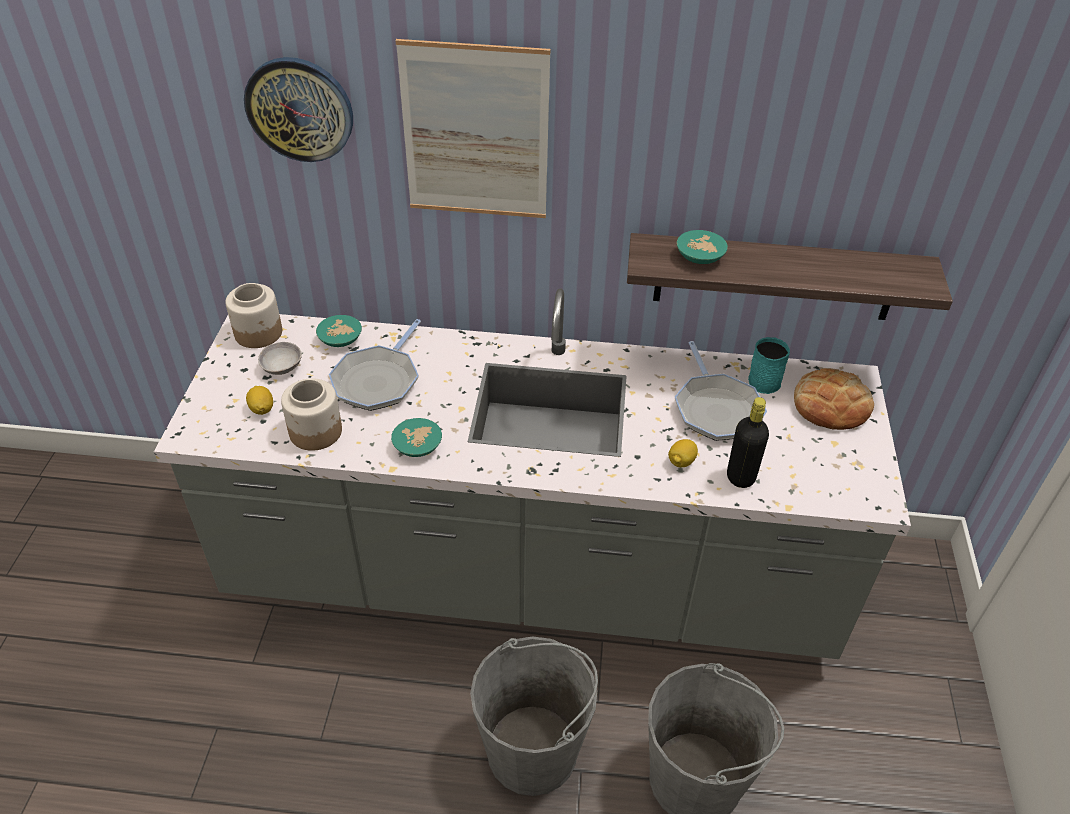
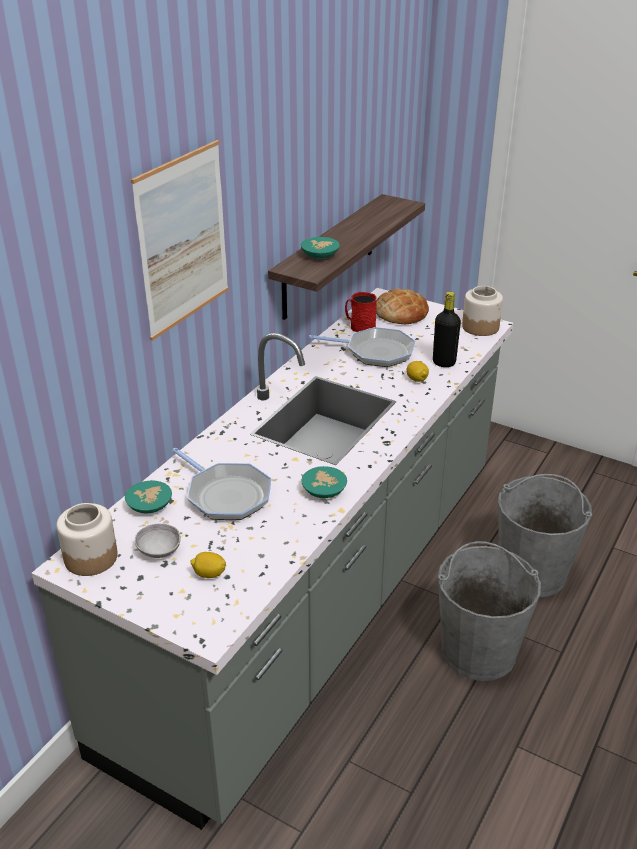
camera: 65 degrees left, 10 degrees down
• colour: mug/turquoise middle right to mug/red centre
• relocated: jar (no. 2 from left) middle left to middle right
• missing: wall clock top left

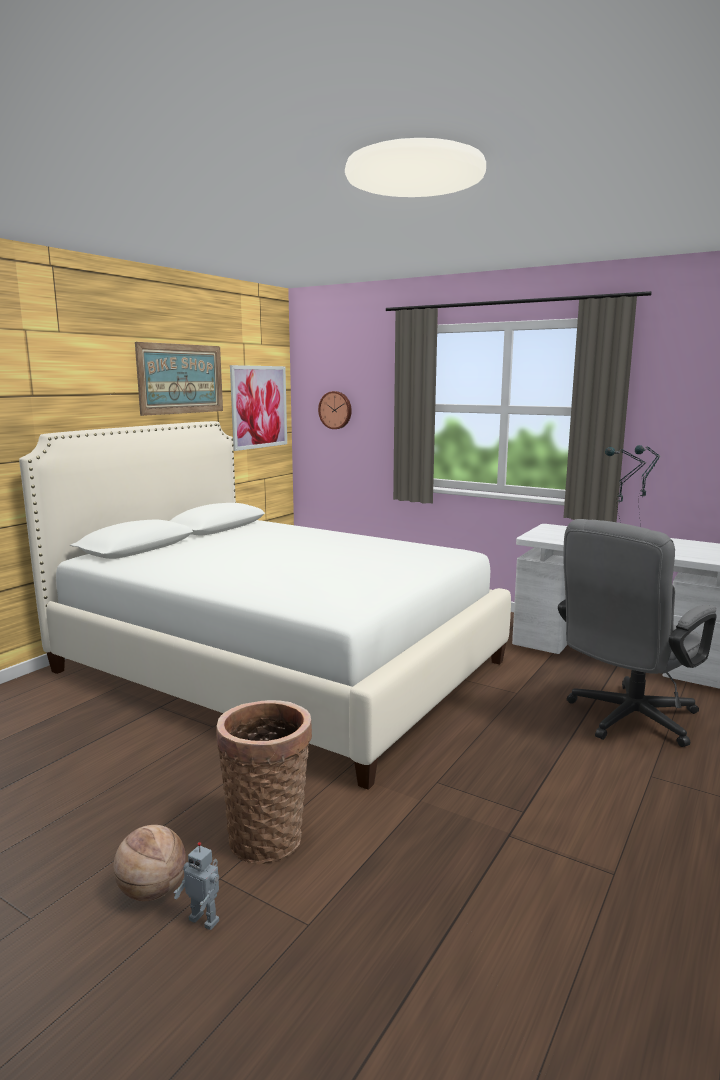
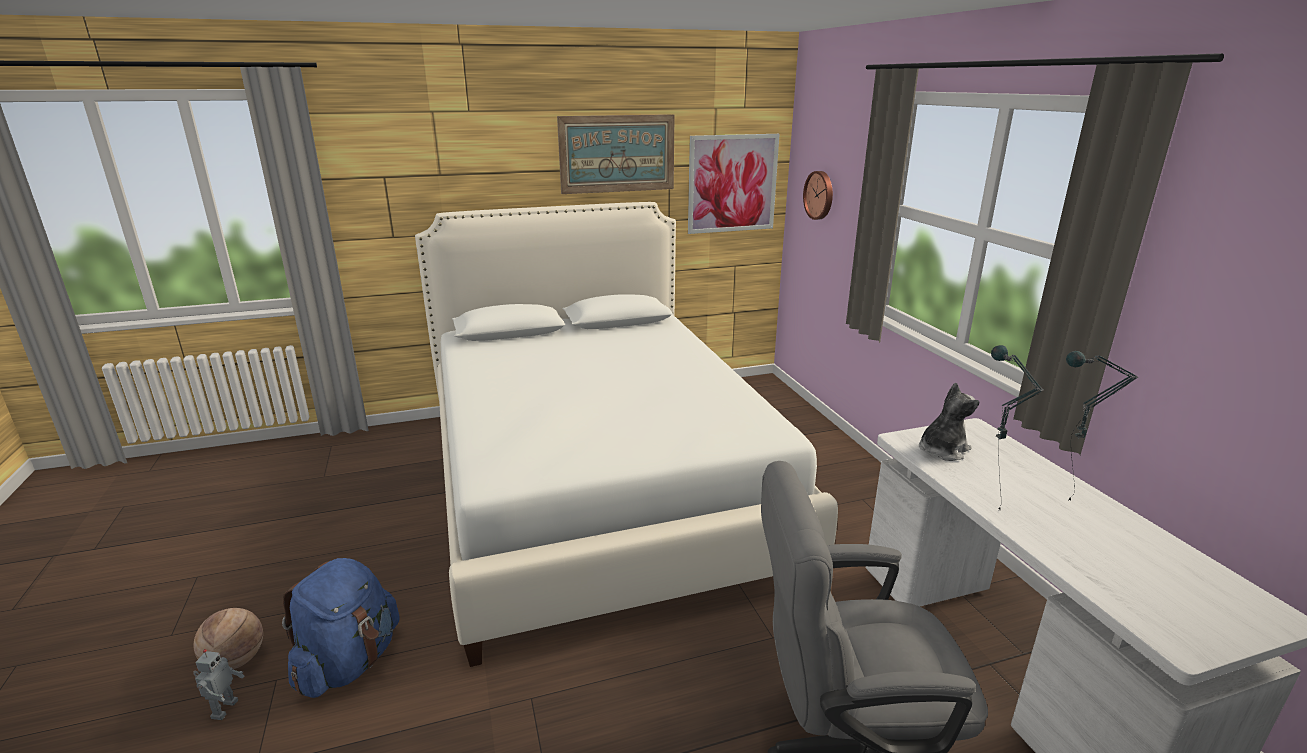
camera: 40 degrees right, 10 degrees up
• spun: toy robot bottom left = bottom left 150 degrees counterclockwise
• exchanged: basket bottom centre to backpack/blue bottom left
• appeared: plush toy middle right

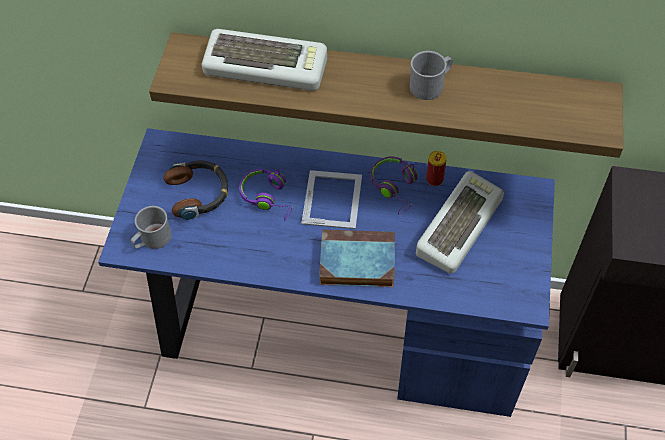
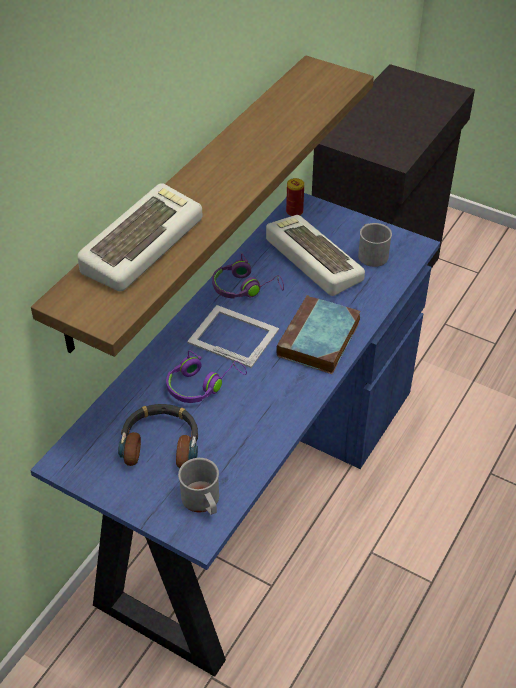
camera: 70 degrees left, 10 degrees down
• relocated: can centre to top centre
• relocated: mug/grey (no. 2 from left) top centre to middle right

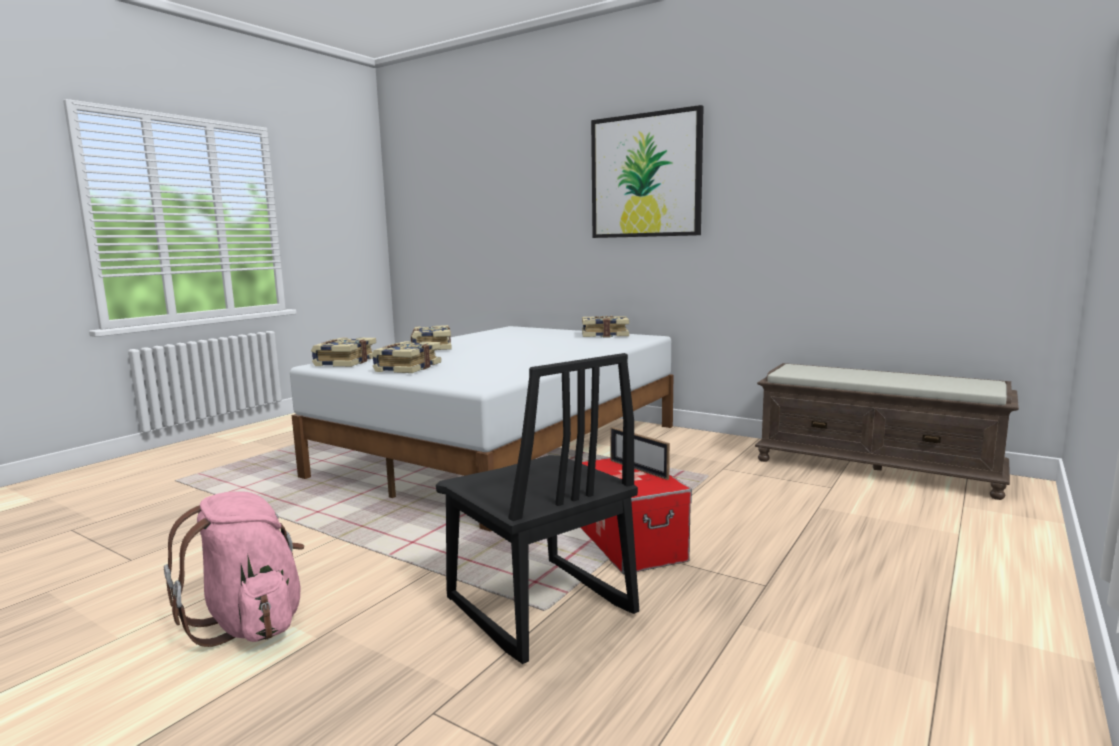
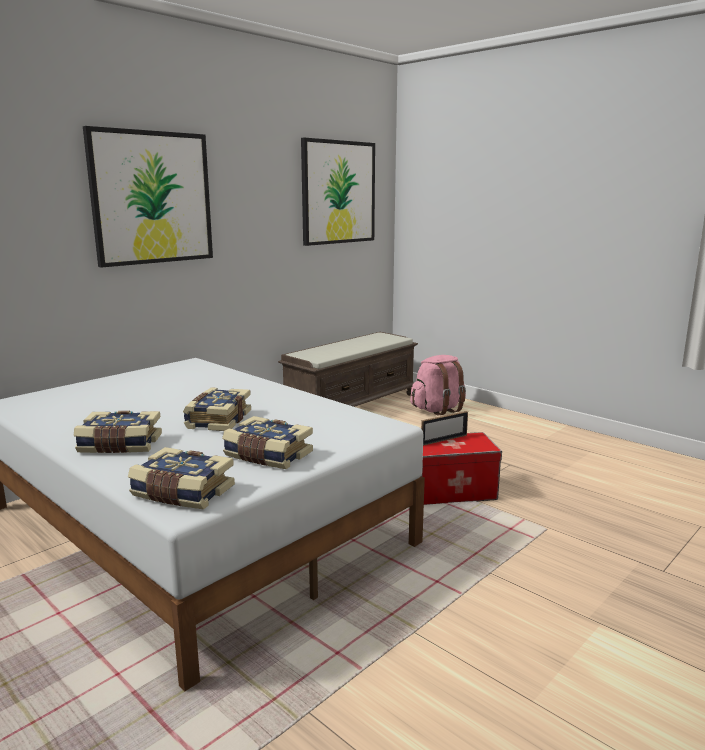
camera: 80 degrees left, 5 degrees up
• relocated: book (no. 4 from left in the first image) centre to book (no. 3 from left) middle left
• appeared: picture (no. 2 from left) top centre
• relocated: backpack/pink bottom left to centre
• missing: chair/black bottom centre

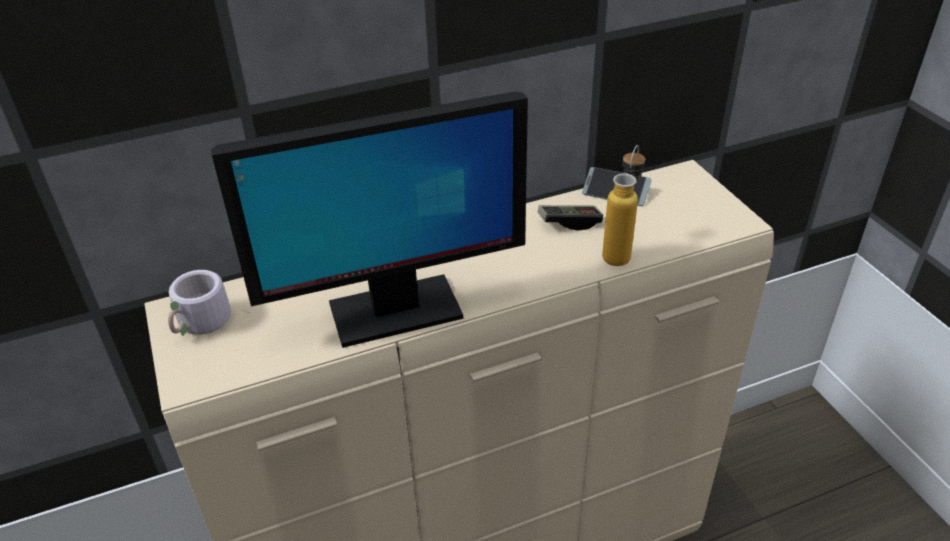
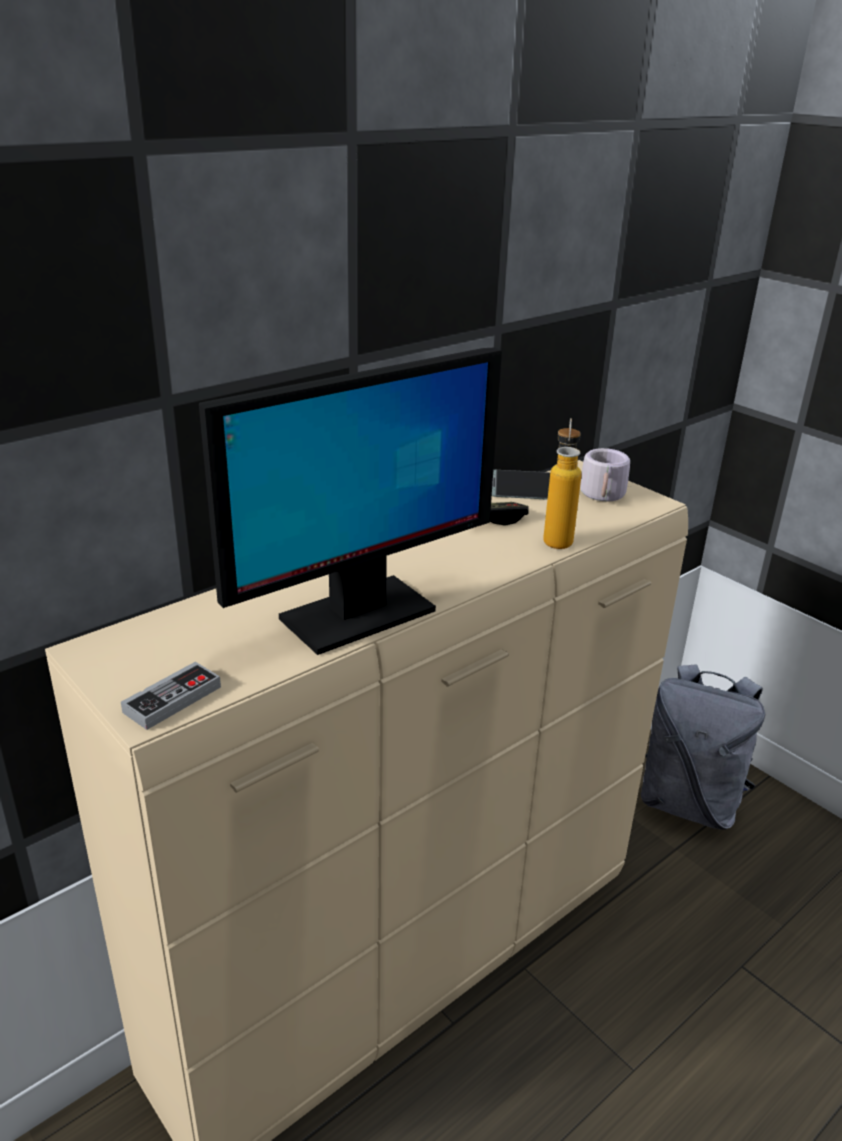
camera: 20 degrees left, 10 degrees down
• appeared: game controller (no. 1 from left) middle left
• relocated: mug/grey middle left to middle right
• appeared: backpack/grey middle right

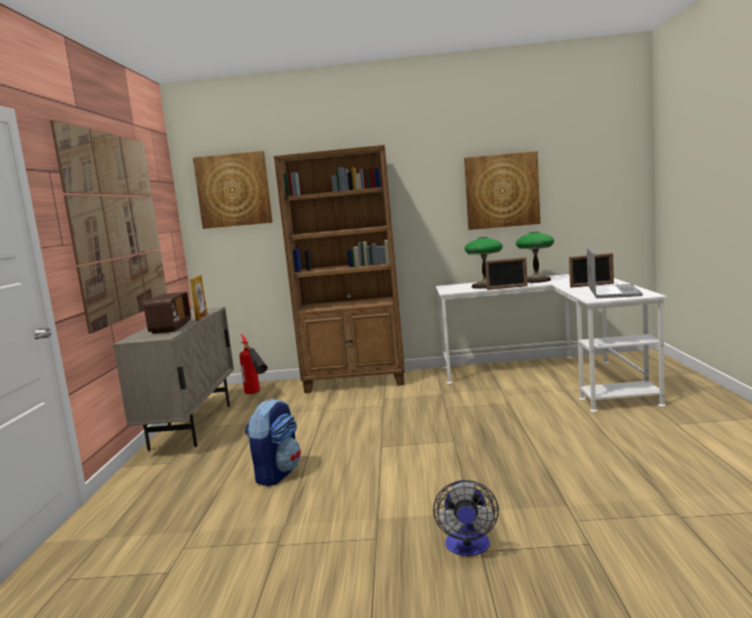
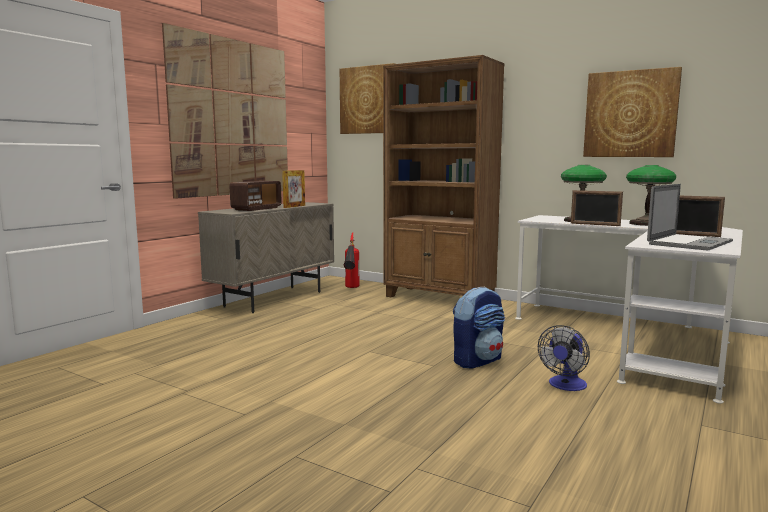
camera: 30 degrees right, 0 degrees up
• relocated: backpack bottom centre to centre
• relocated: fan bottom centre to bottom right

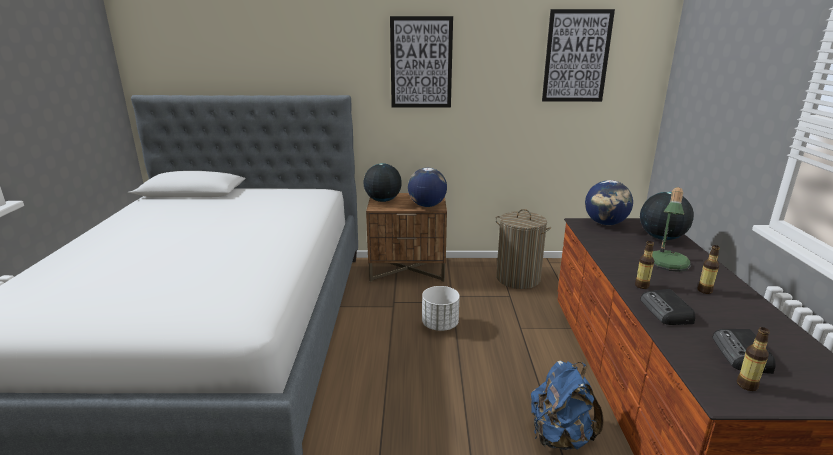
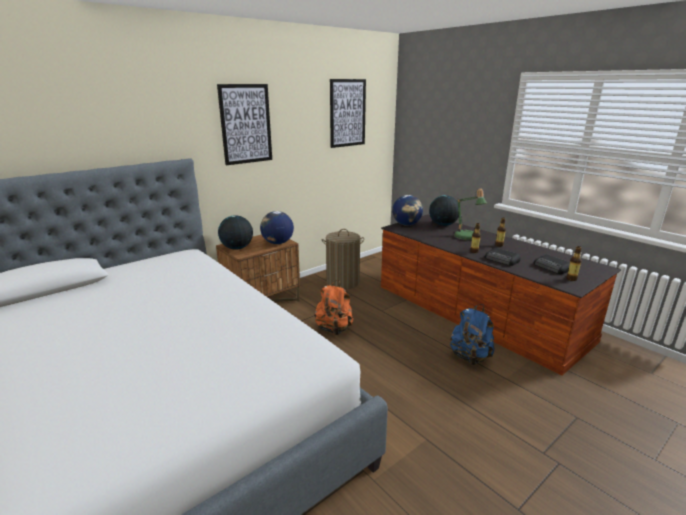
camera: 40 degrees left, 0 degrees up
• exchanged: planter/white bottom centre to backpack/orange centre

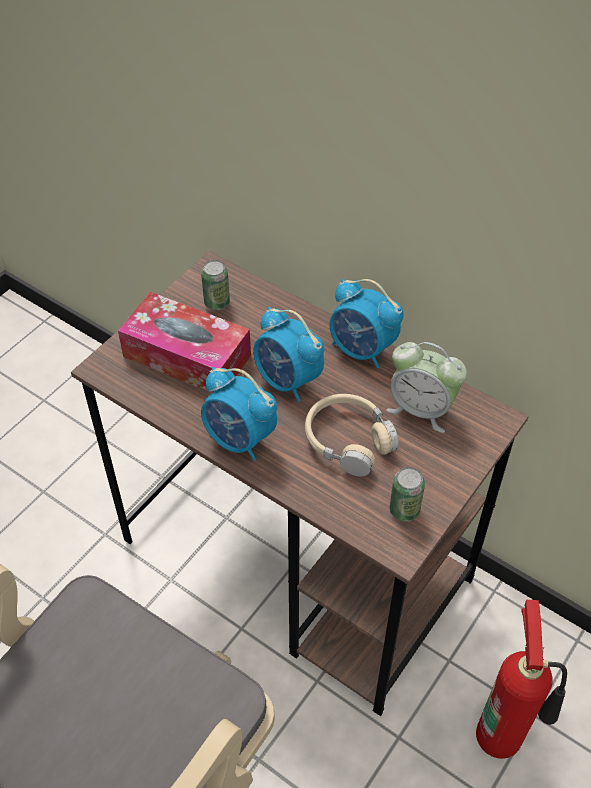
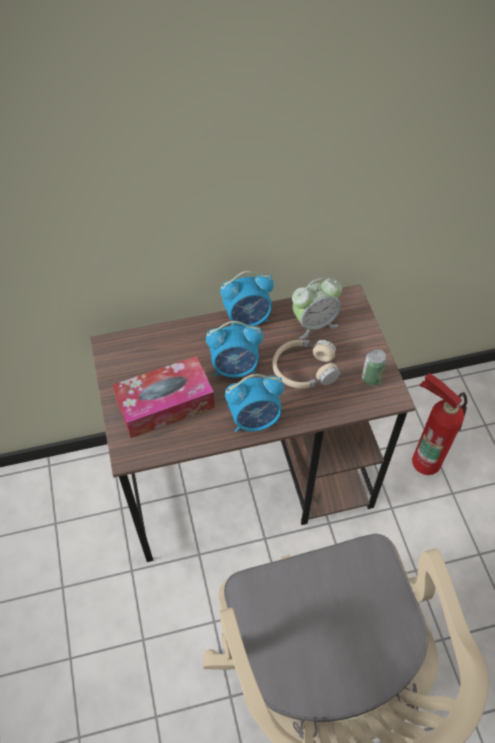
camera: 50 degrees left, 5 degrees up
• missing: can (no. 1 from left) centre

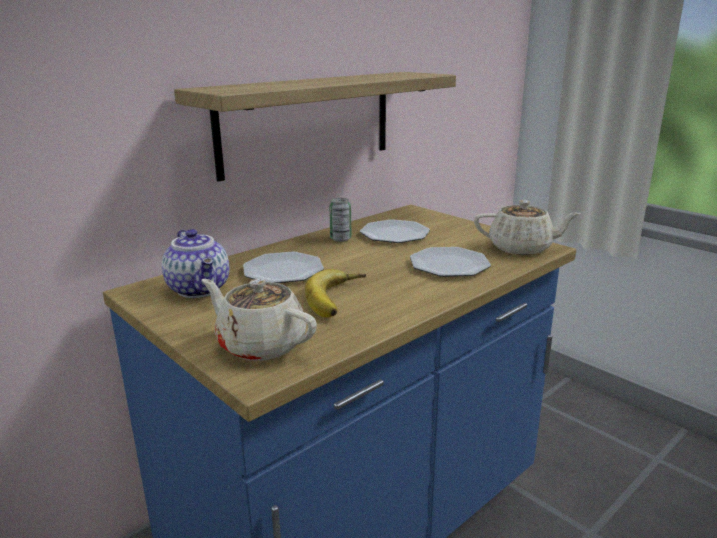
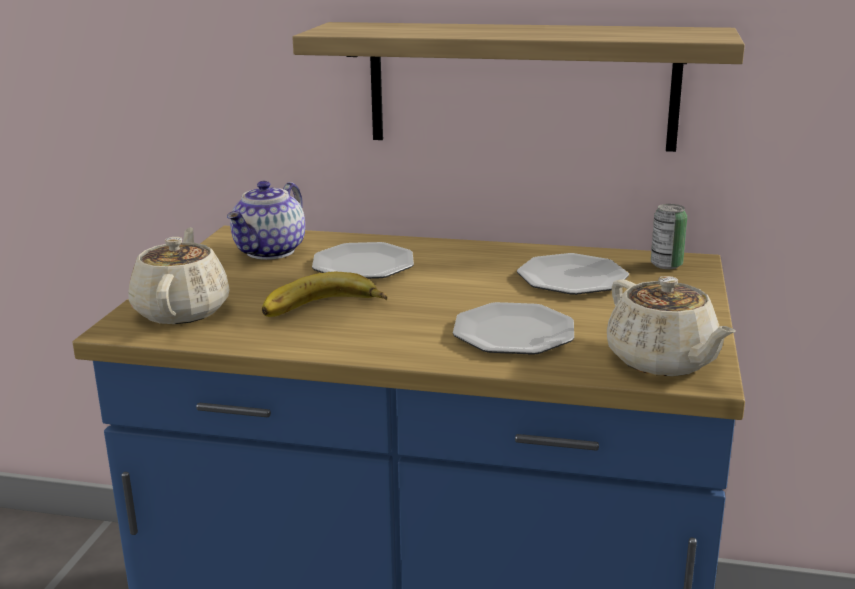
camera: 55 degrees right, 0 degrees up
• relocated: can centre to middle right

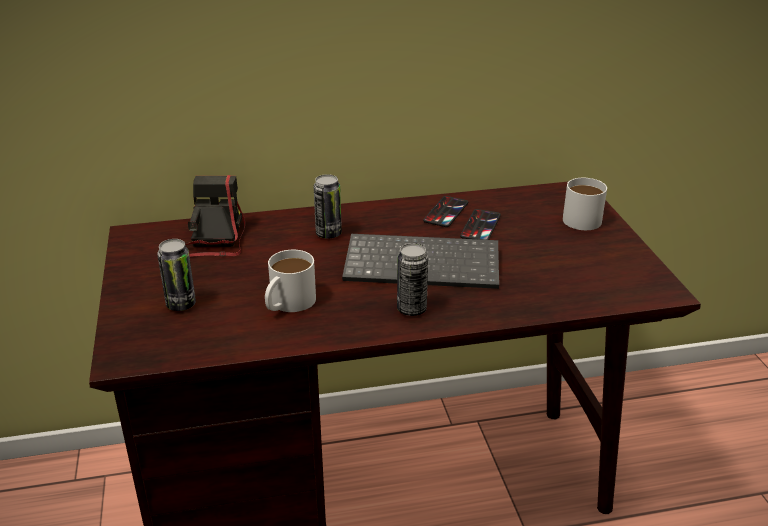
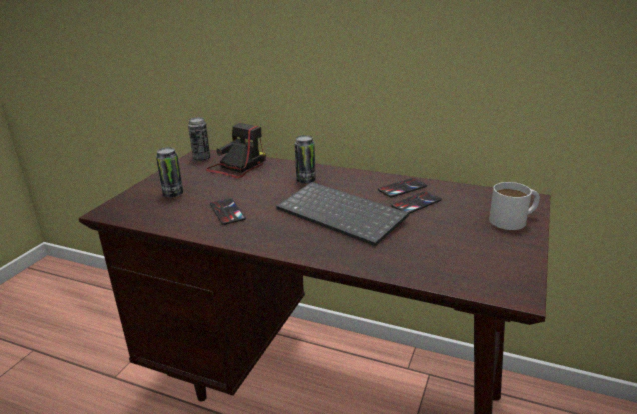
camera: 35 degrees right, 5 degrees down
• relocated: can (no. 3 from left in the first image) centre to can (no. 2 from left) middle left
• exchanged: mug/white (no. 1 from left) centre to phone (no. 1 from left) centre

